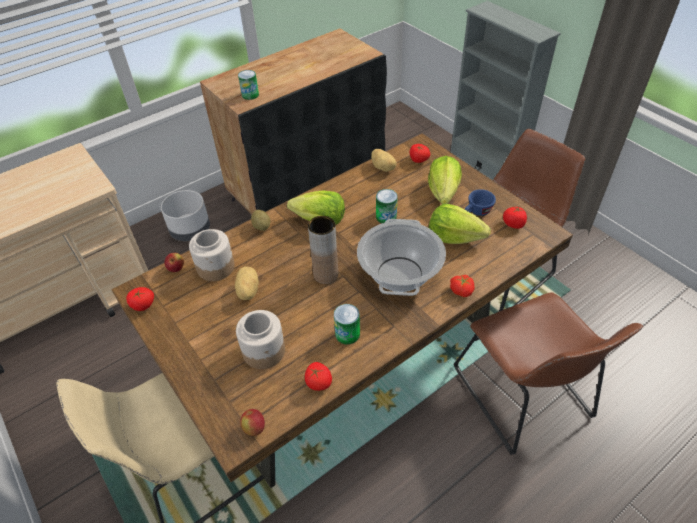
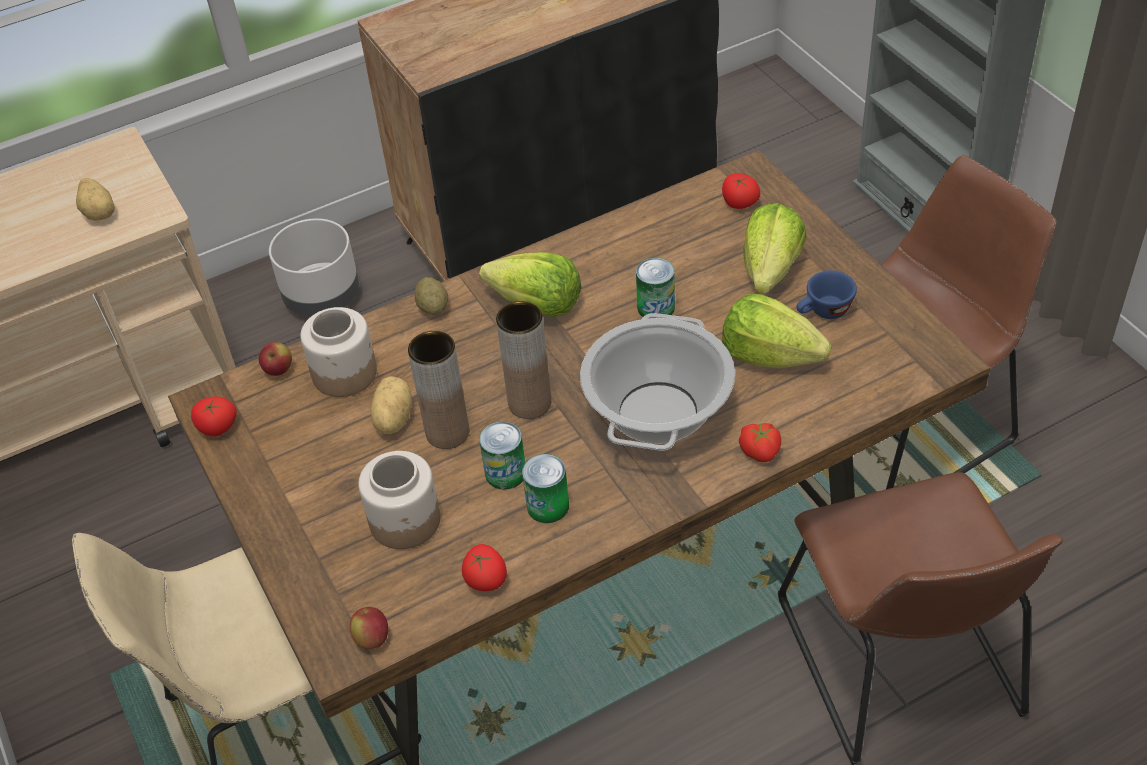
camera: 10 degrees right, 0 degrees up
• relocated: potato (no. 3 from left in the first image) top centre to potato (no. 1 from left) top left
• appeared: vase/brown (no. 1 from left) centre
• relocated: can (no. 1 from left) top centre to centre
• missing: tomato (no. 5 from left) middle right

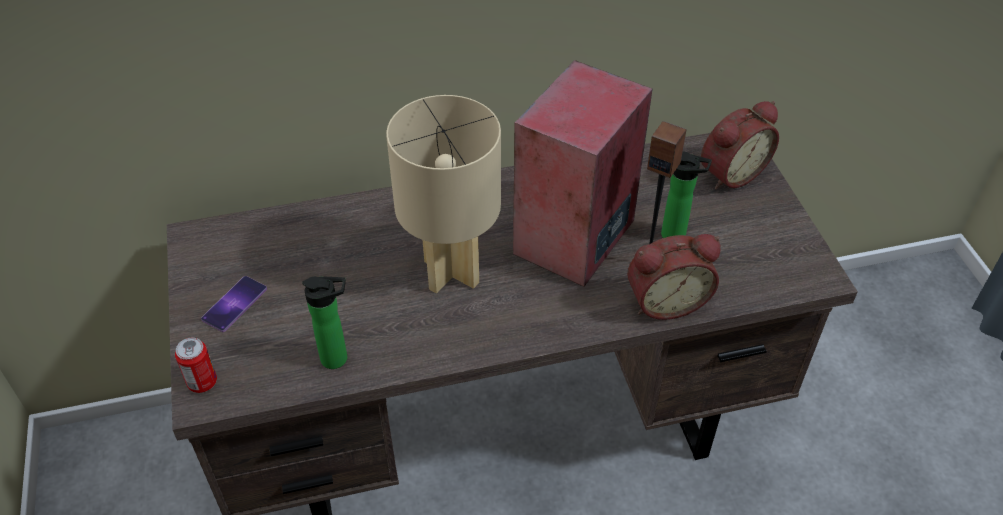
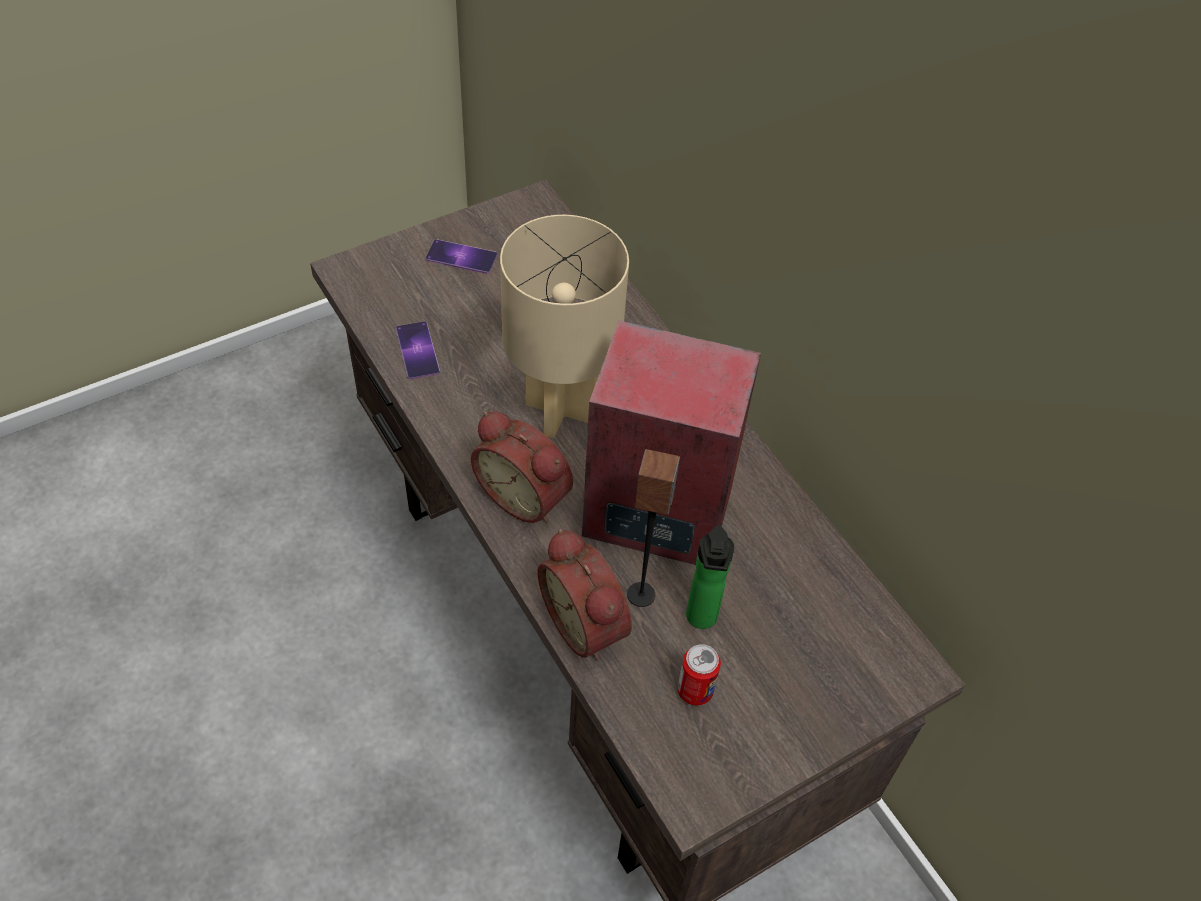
camera: 70 degrees right, 5 degrees up
• exchanged: bottle (no. 1 from left) middle left to phone (no. 1 from left) centre
• relocated: alarm clock (no. 2 from left in the first image) top right to alarm clock (no. 1 from left) centre
• relocated: can bottom left to bottom centre

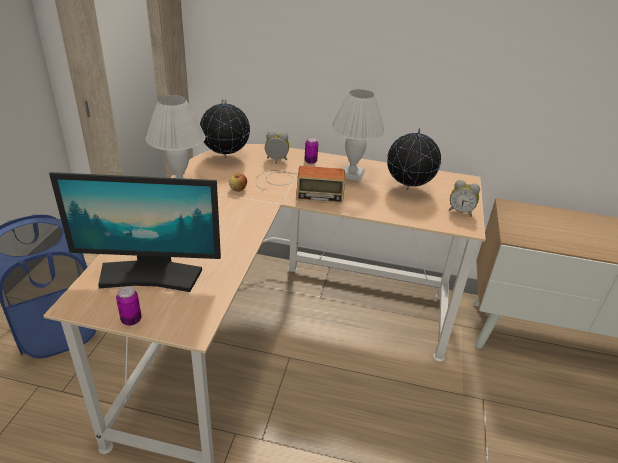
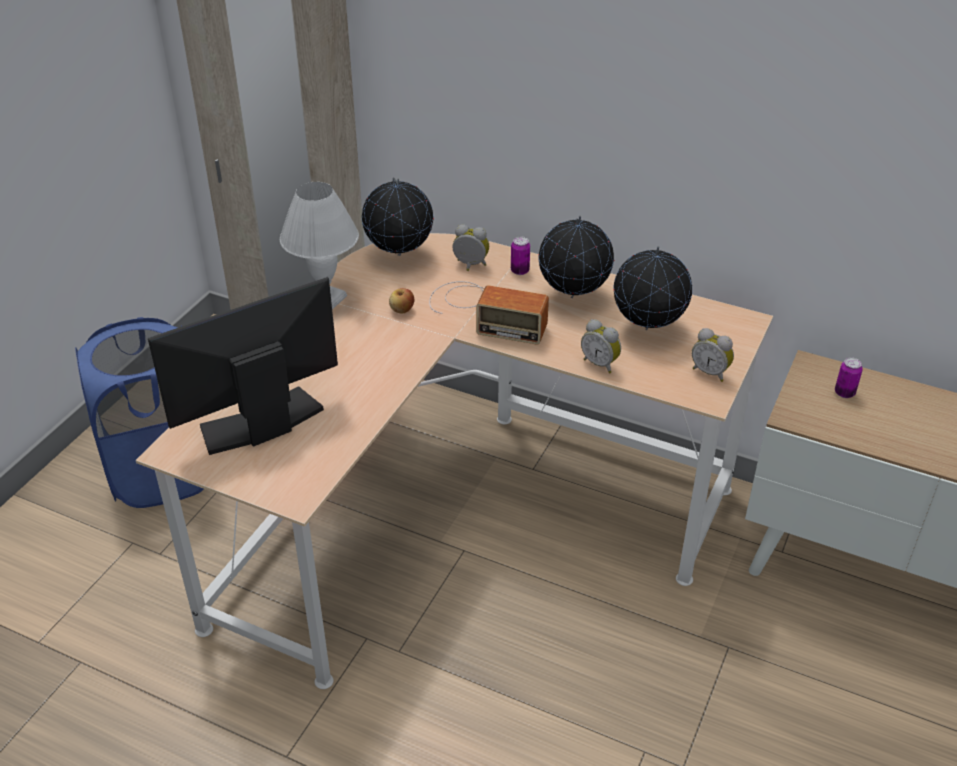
camera: 15 degrees right, 5 degrees up
• spun: monitor middle left = middle left 135 degrees clockwise
• exchanged: table lamp/white (no. 2 from left) top centre to globe (no. 2 from left) centre
• appeared: alarm clock (no. 2 from left) centre
• relocated: can (no. 1 from left in the first image) middle left to can (no. 2 from left) middle right

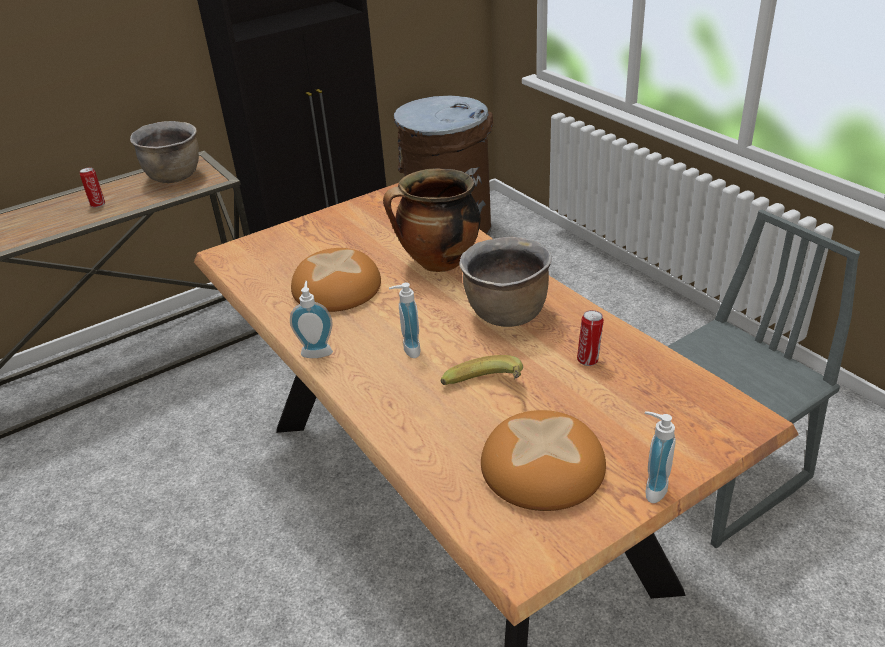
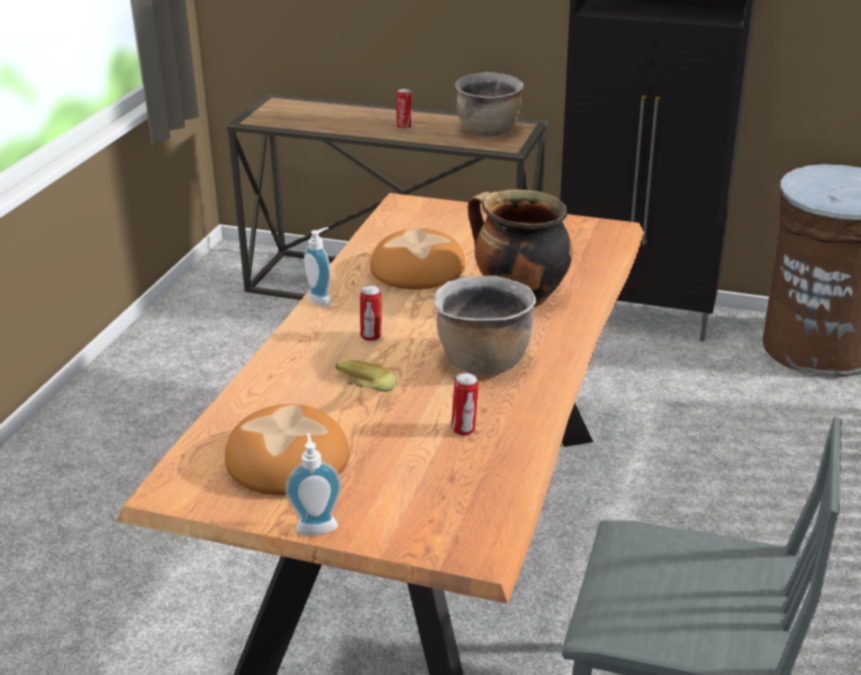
camera: 50 degrees right, 5 degrees down
• exchanged: soap dispenser (no. 2 from left) centre to can (no. 1 from left) centre

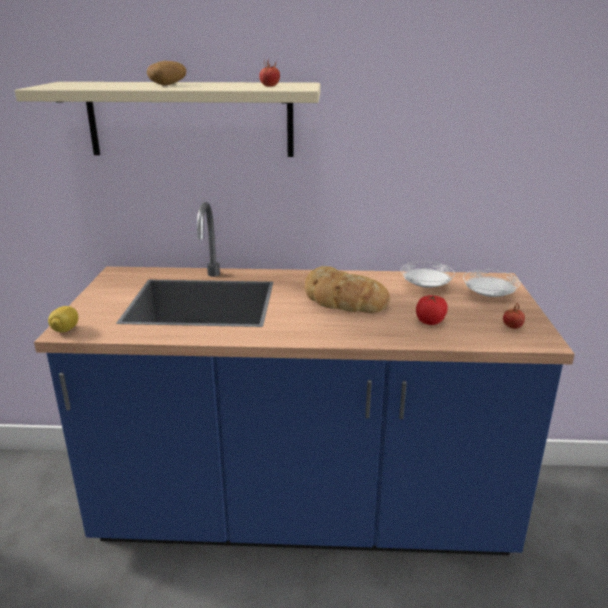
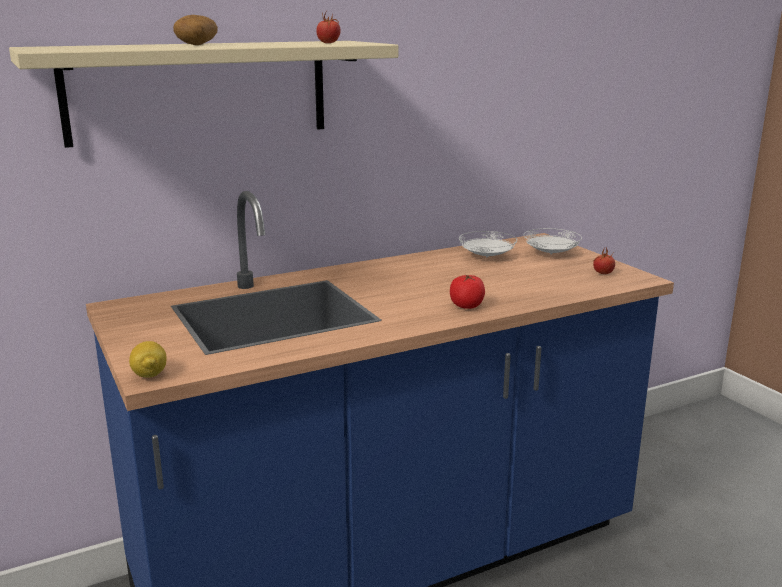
camera: 30 degrees left, 5 degrees down
• relocated: tomato (no. 2 from left) middle right to centre
• missing: bread centre

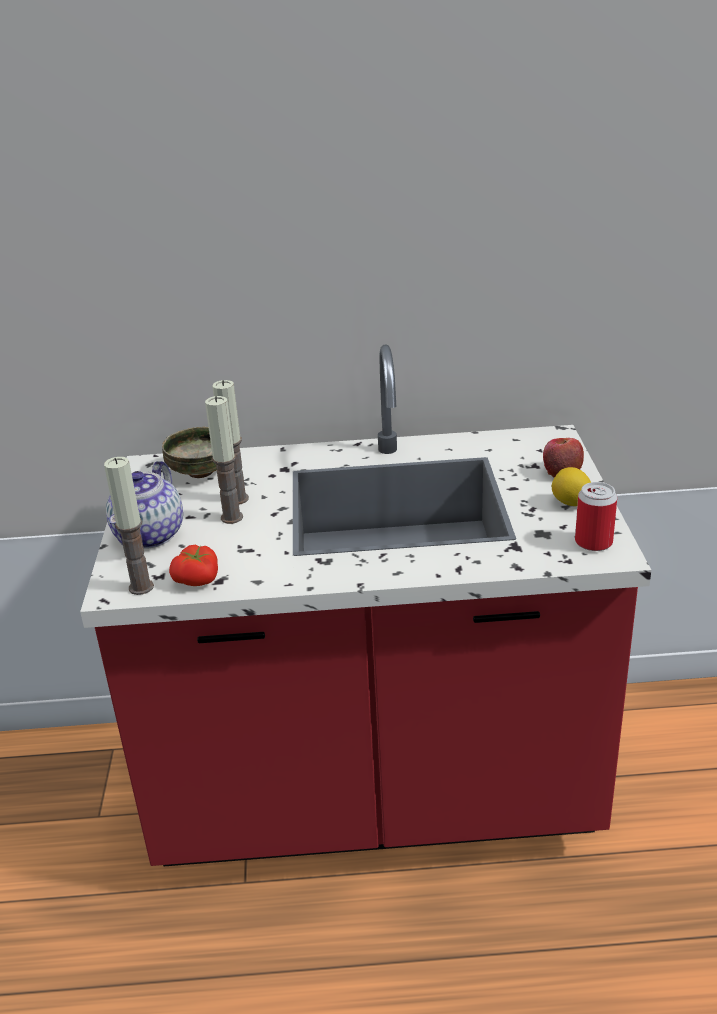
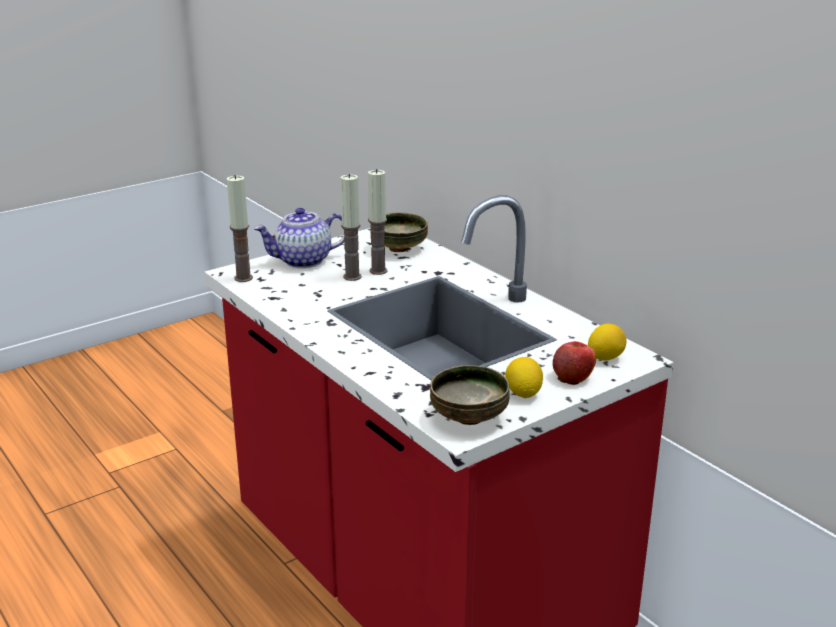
camera: 55 degrees right, 5 degrees down
• exchanged: can middle right to bowl (no. 2 from left) centre
• appeared: lemon (no. 2 from left) middle right
• missing: tomato middle left

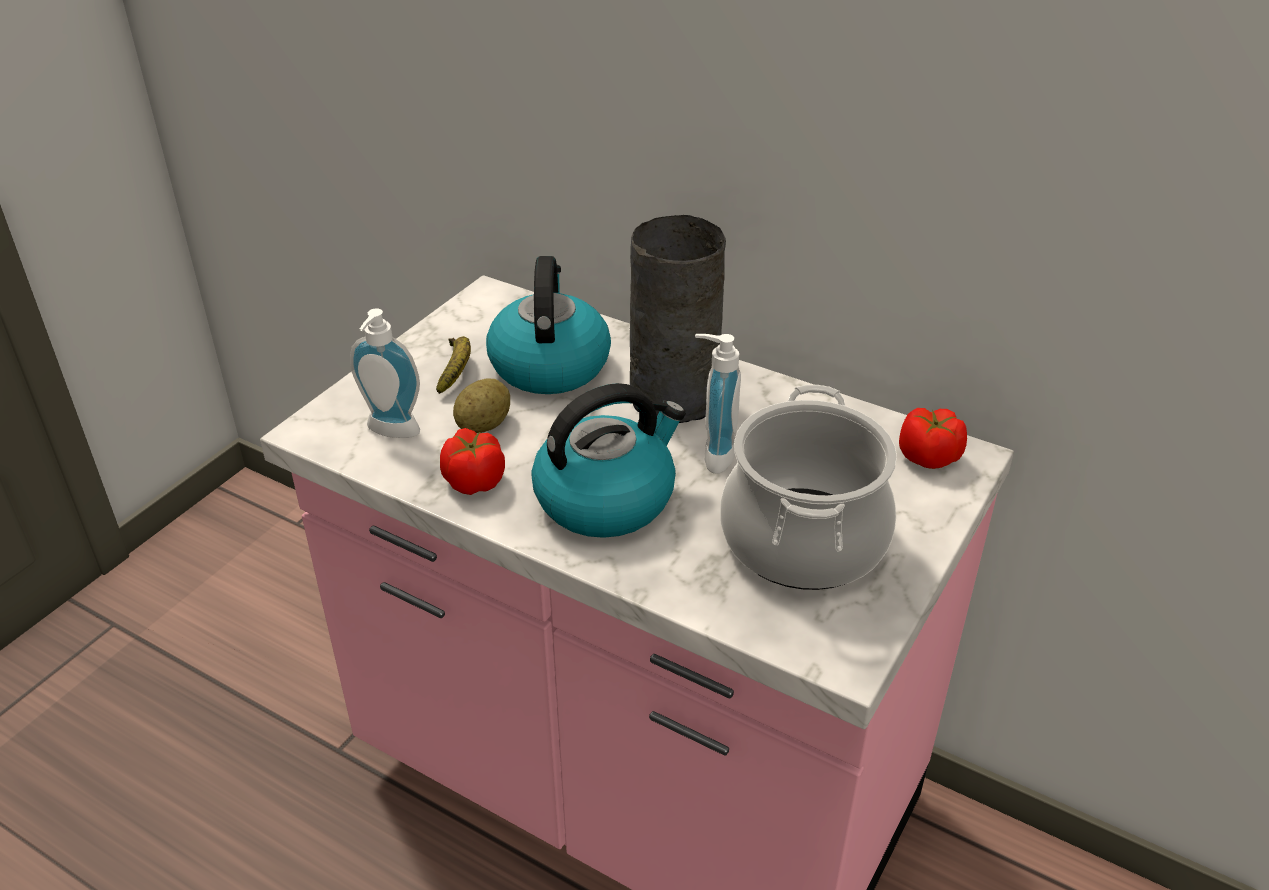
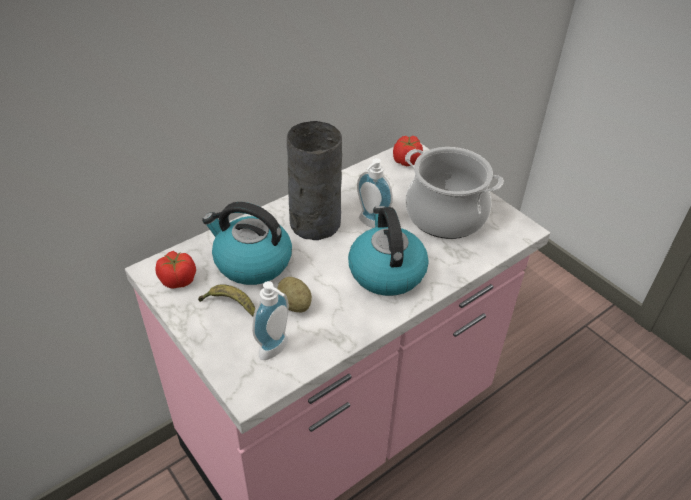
camera: 70 degrees left, 5 degrees up
• relocated: tomato (no. 1 from left) centre to middle left

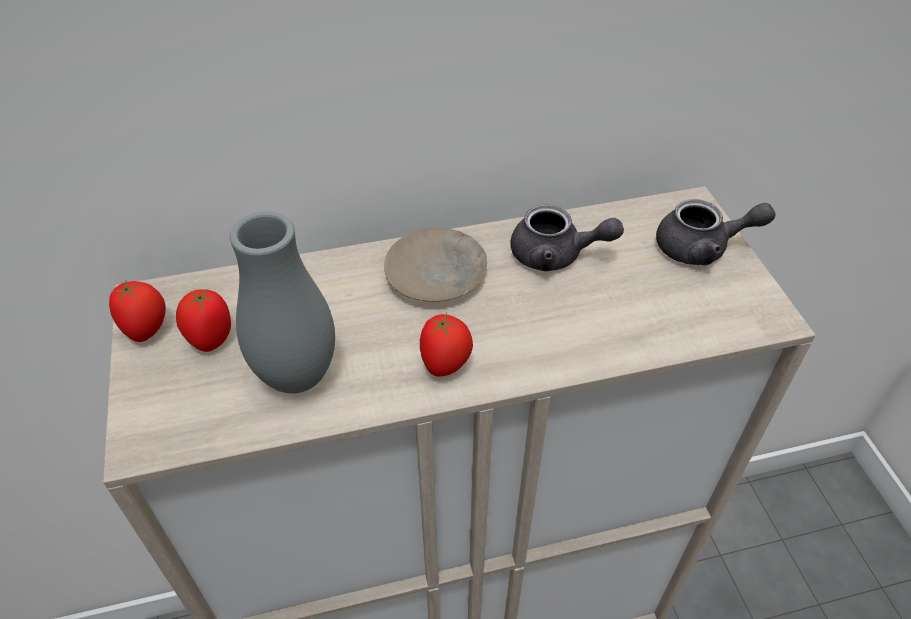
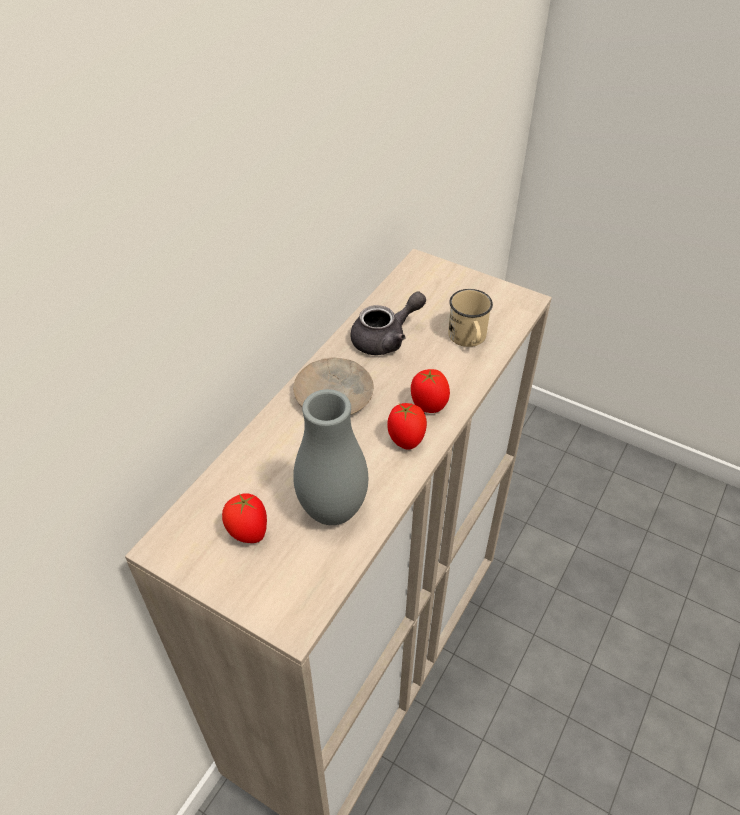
camera: 45 degrees left, 0 degrees up
• relocated: tomato (no. 1 from left in the first image) middle left to tomato (no. 3 from left) centre
• appeared: mug/beige centre
• missing: teapot/grey (no. 2 from left) middle right

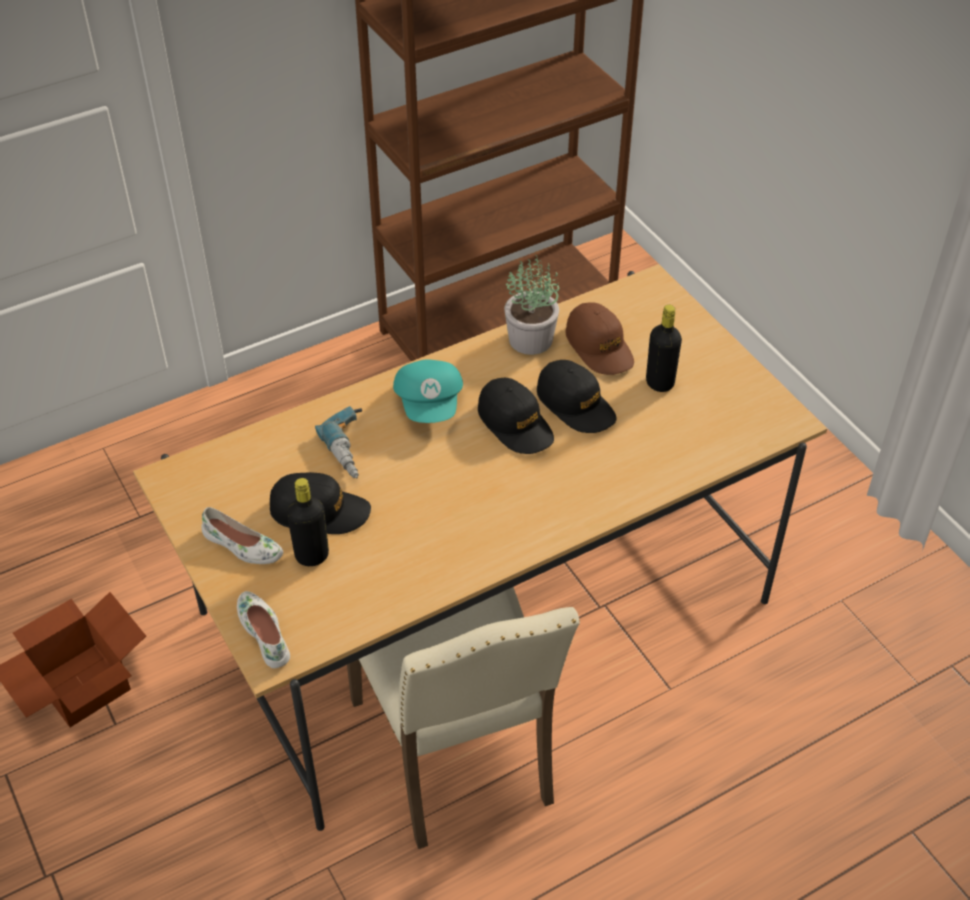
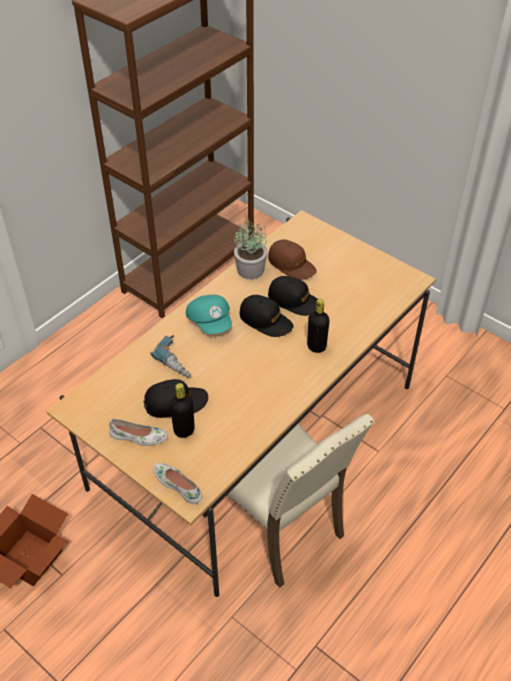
camera: 20 degrees left, 0 degrees up
• relocated: bottle/black (no. 2 from left) middle right to centre

